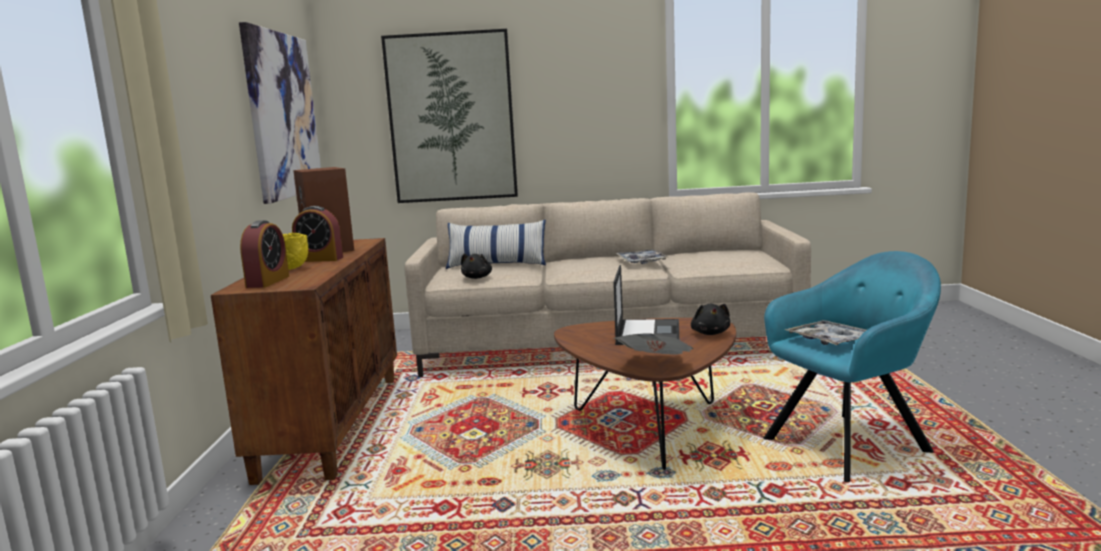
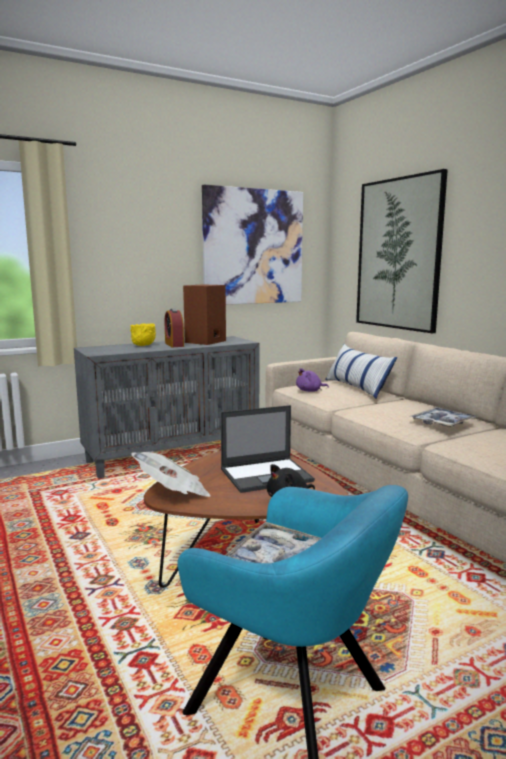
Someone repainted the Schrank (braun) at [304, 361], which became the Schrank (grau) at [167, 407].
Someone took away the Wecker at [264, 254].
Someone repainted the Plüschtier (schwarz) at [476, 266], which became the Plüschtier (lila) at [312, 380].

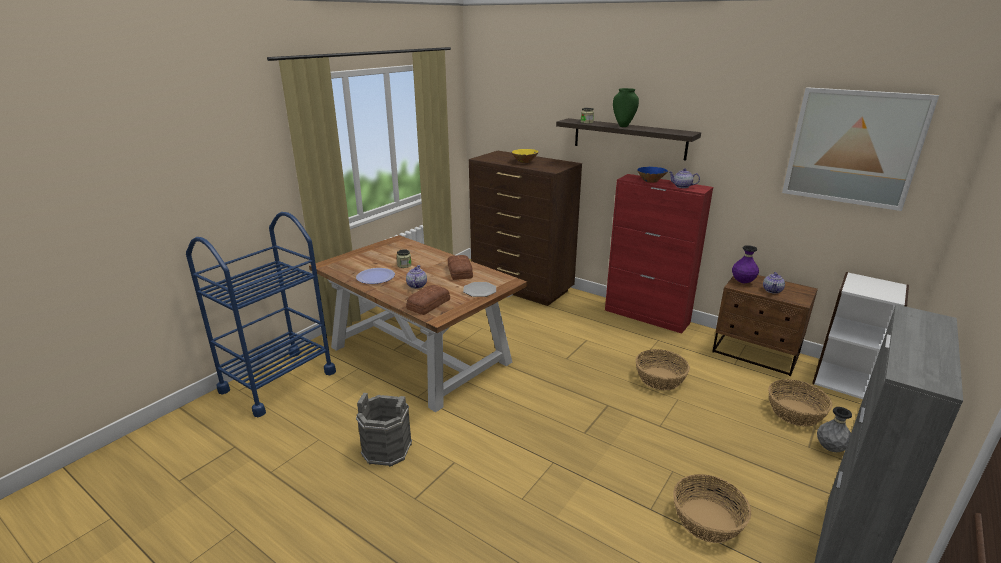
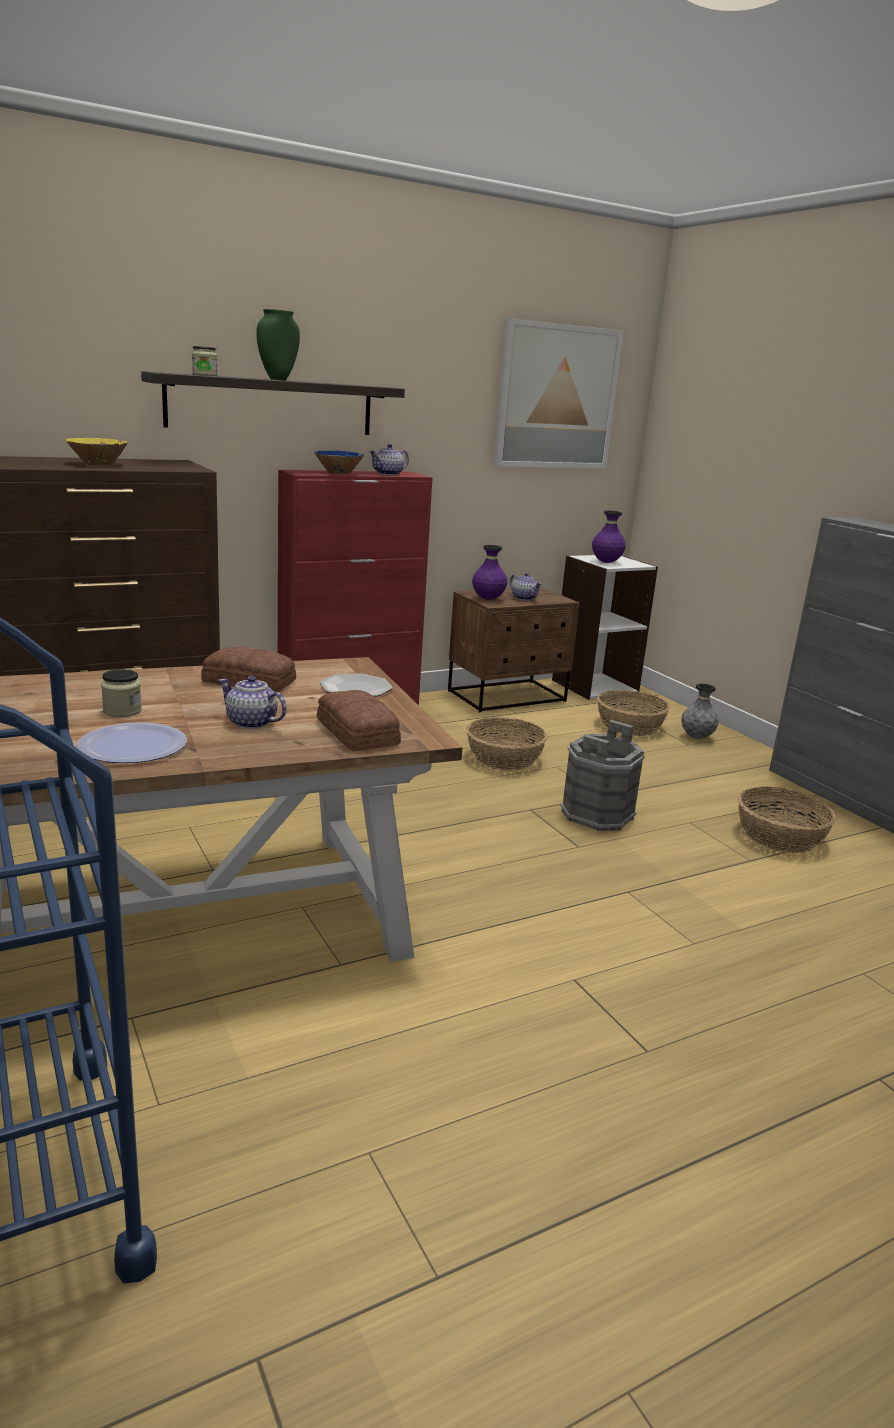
Someone carried the Eimer (grau) from [384, 430] to [603, 775].
Someone put down the Vase (lila) at [609, 536].

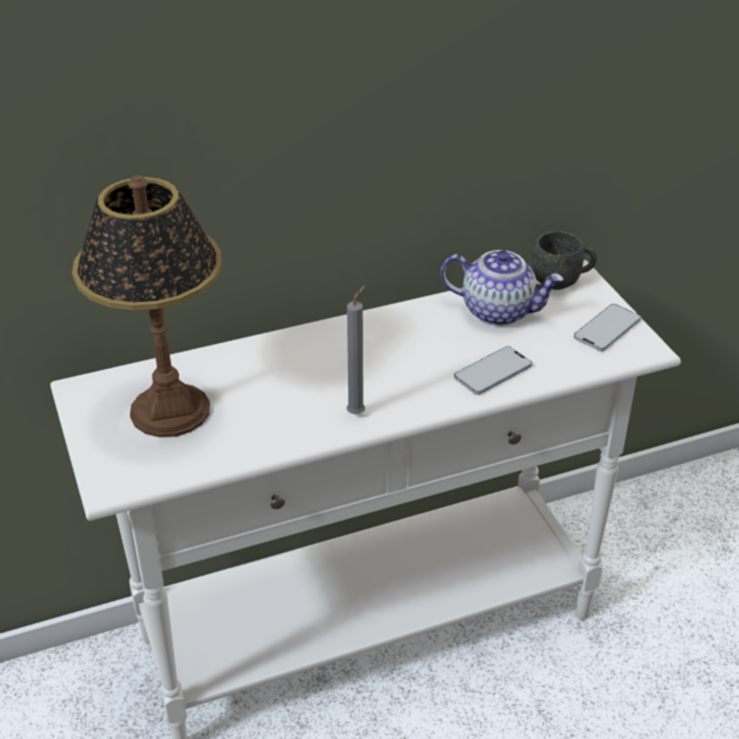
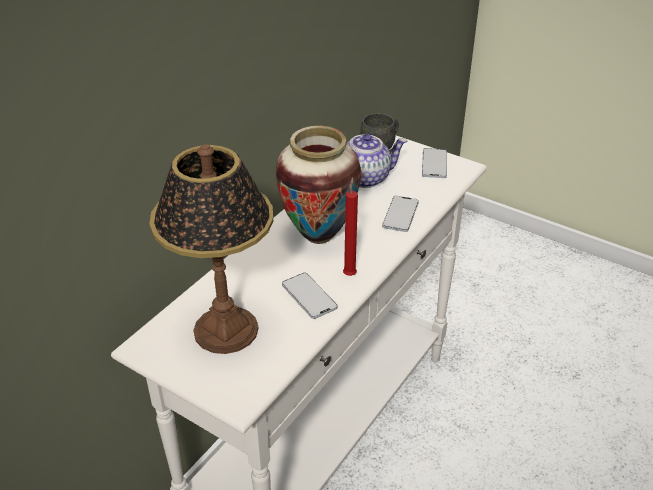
Someone repainted the Kerze (grau) at [356, 349], which became the Kerze (rot) at [350, 226].
Someone put down the Vase at [319, 185].
Someone put down the Handy at [309, 296].

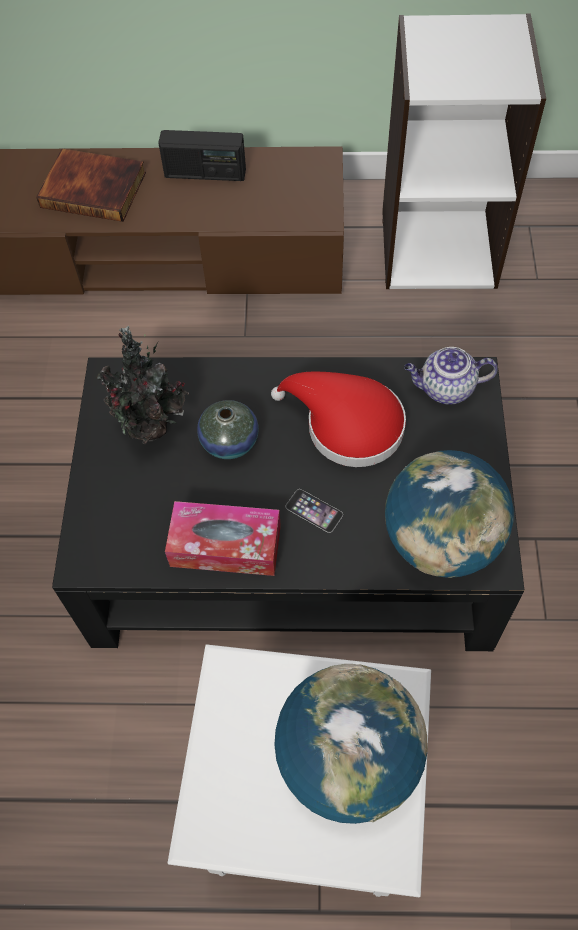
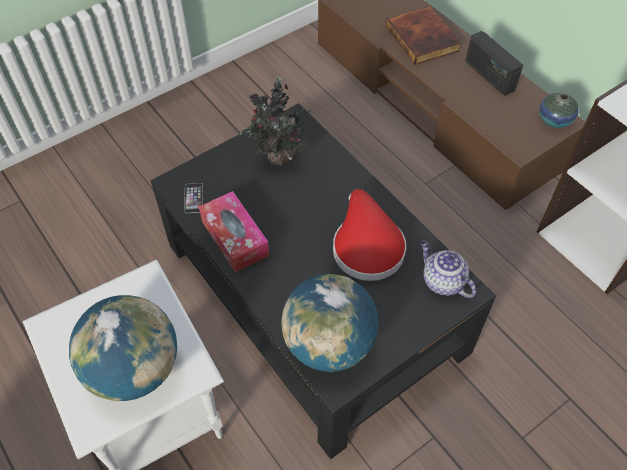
Someone carried the Vase from [228, 429] to [559, 110].
Someone carried the Handy from [314, 511] to [193, 198].

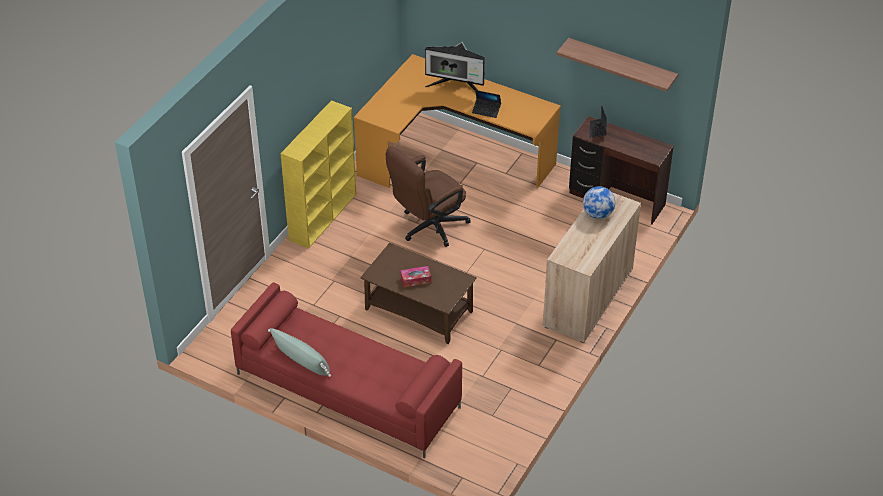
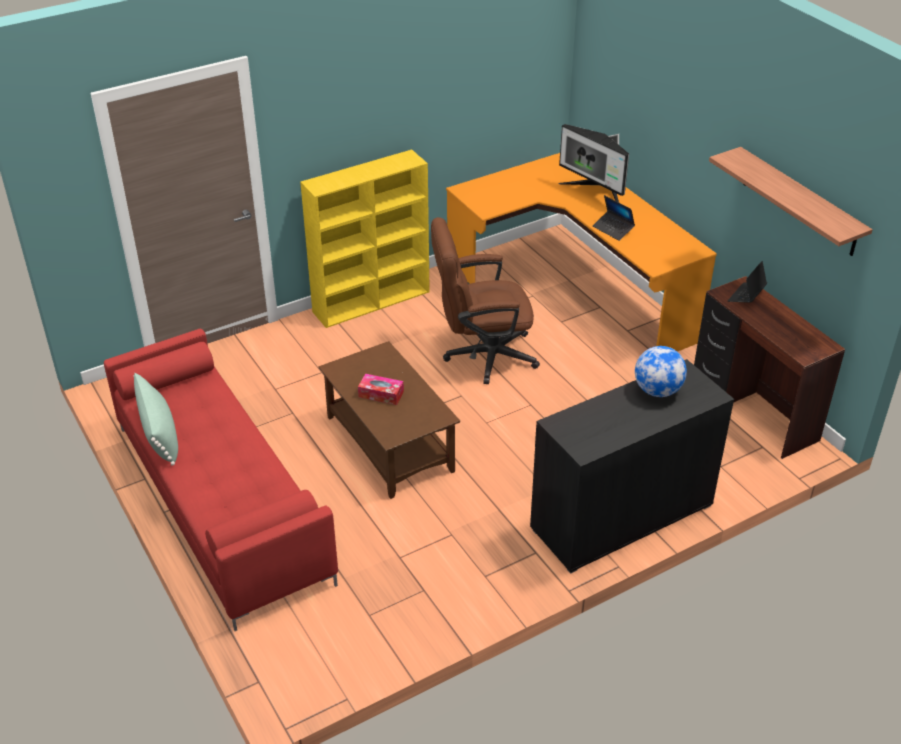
Someone repainted the Schrank (beige) at [592, 267], which became the Schrank (schwarz) at [632, 466].

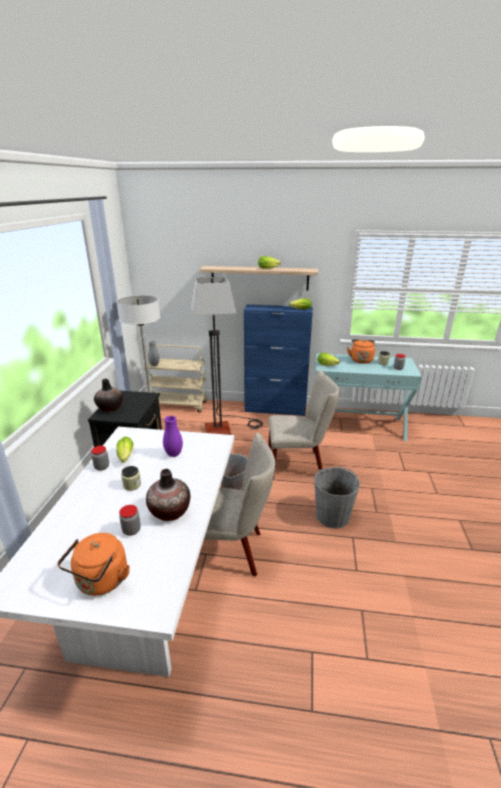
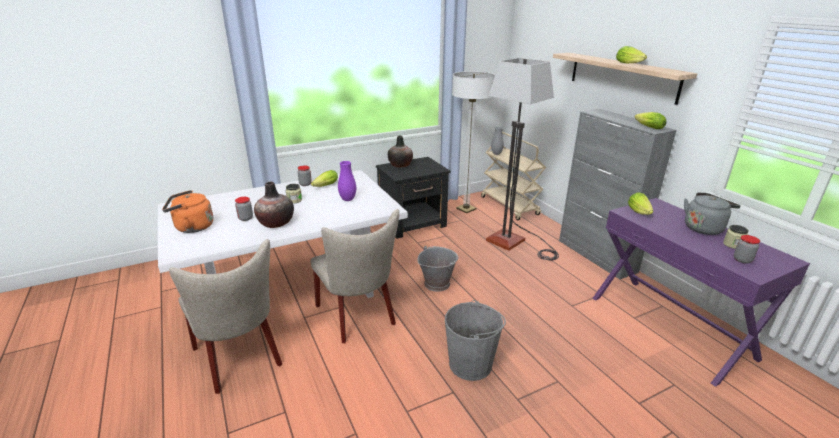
Someone repainted the Schrank (blau) at [278, 360], which became the Schrank (grau) at [618, 194].
Someone carried the Stuhl (beige) from [304, 425] to [225, 316].
Someone repainted the Konsolentisch (türkis) at [368, 397], which became the Konsolentisch (lila) at [701, 292].
Someone repainted the Wasserkessel (orange) at [361, 352], which became the Wasserkessel (grau) at [712, 214].

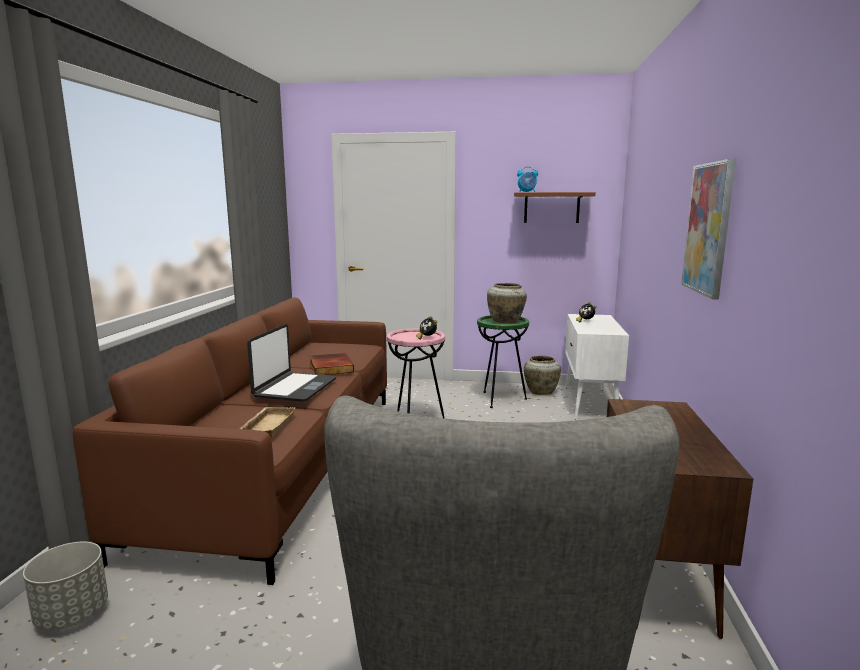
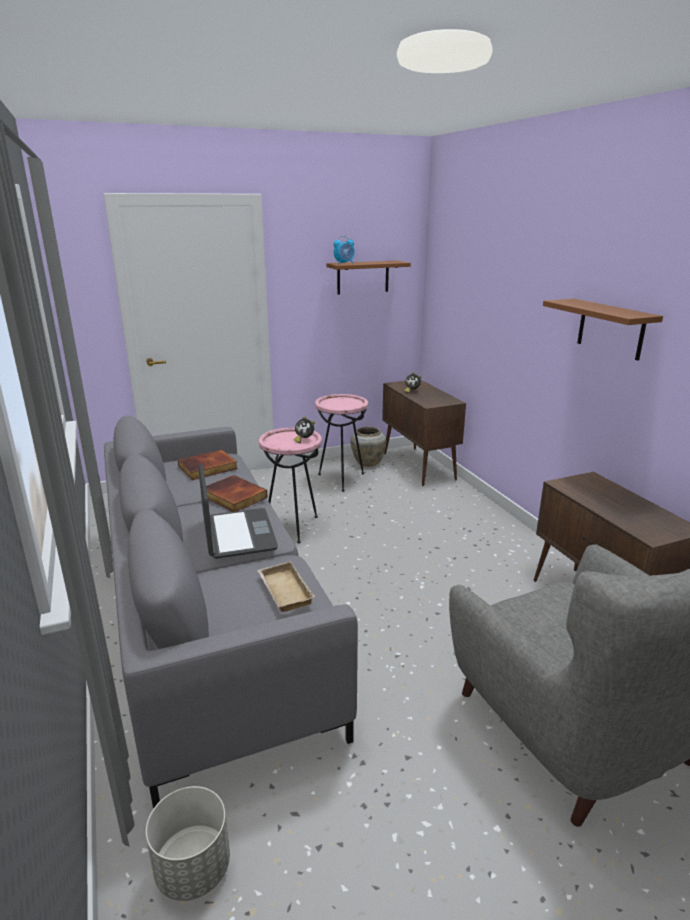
Someone repainted the Sofa (braun) at [230, 441], which became the Sofa (grau) at [231, 612].
Someone repainted the Beistelltisch (grün) at [503, 361], which became the Beistelltisch (rosa) at [341, 443].
Someone took away the Vase (beige) at [507, 303].
Someone repainted the Schrank (weiß) at [597, 367], which became the Schrank (braun) at [424, 433].
Someone swapped the Bild at [708, 229] for the Wandregal (braun) at [603, 330].
Someone put down the Buch at [208, 465].

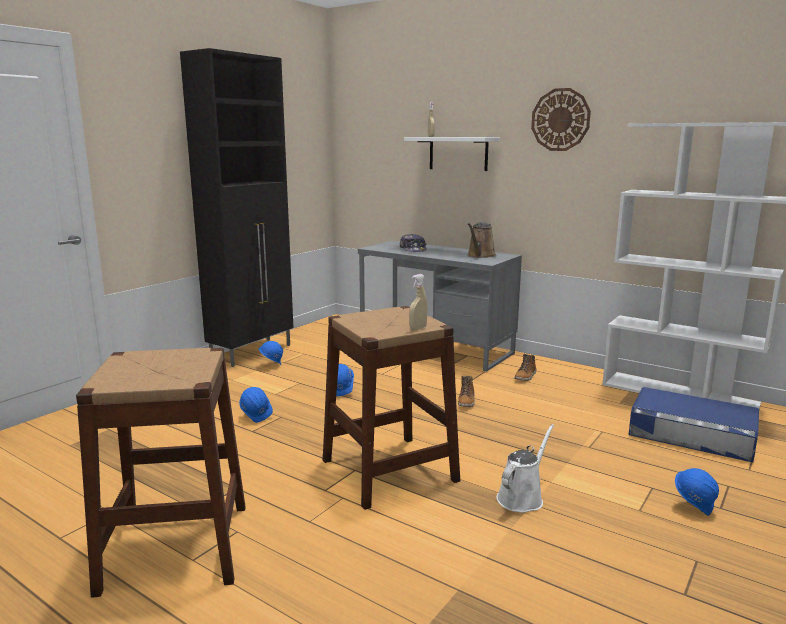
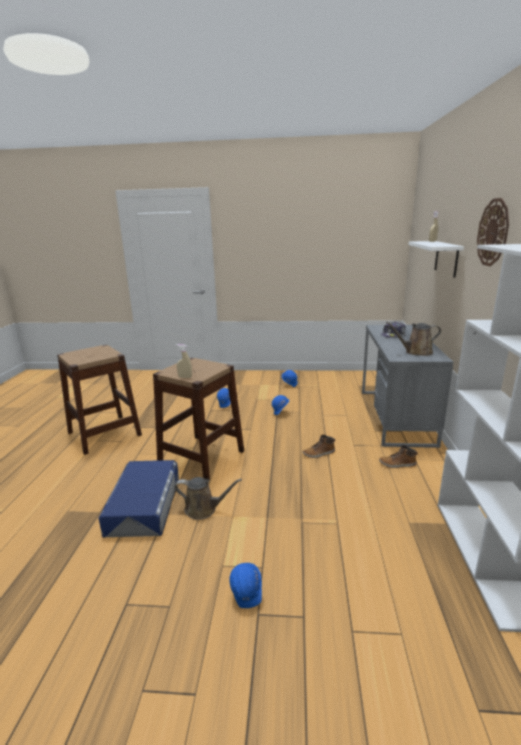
Someone took away the Schrank (schwarz) at [237, 207].
Someone repainted the Gießkanne (weiß) at [525, 468], which became the Gießkanne (braun) at [208, 498].
Someone carried the Aufbewahrungsbox (blau) from [693, 424] to [139, 498].

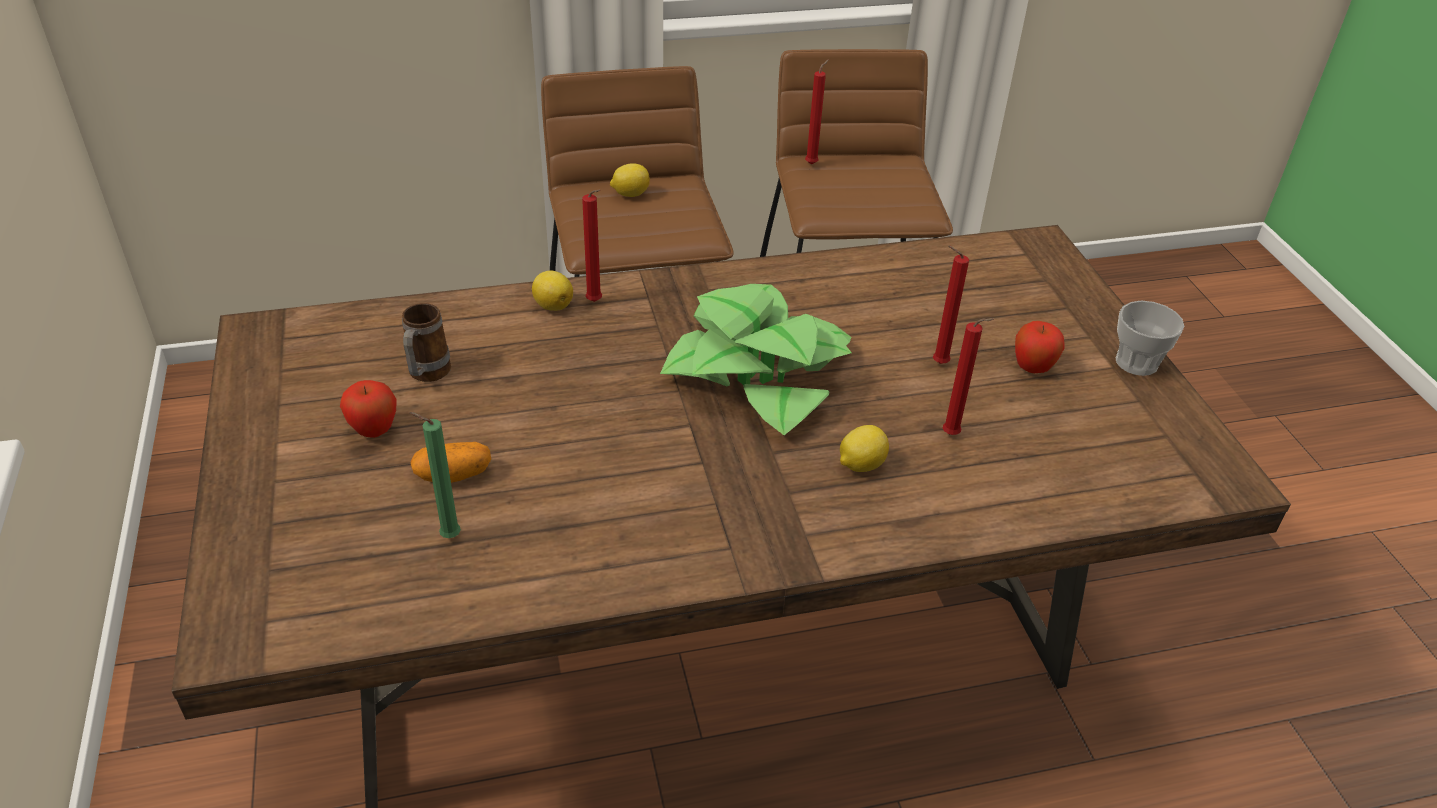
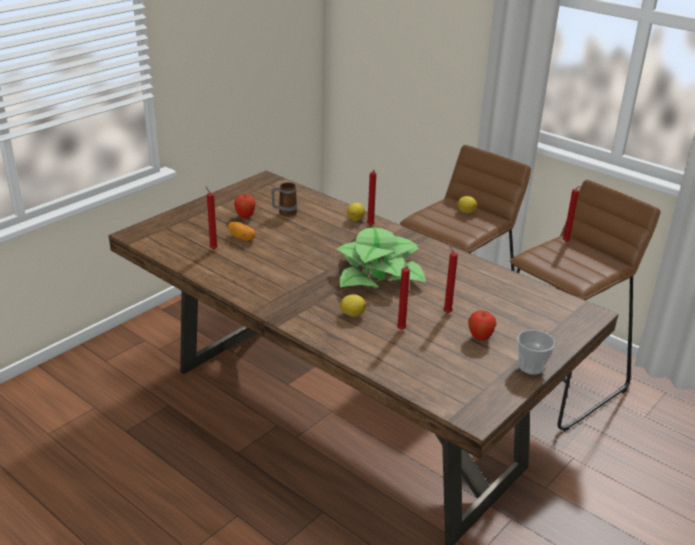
Someone repainted the Kerze (grün) at [435, 475], which became the Kerze (rot) at [211, 217].

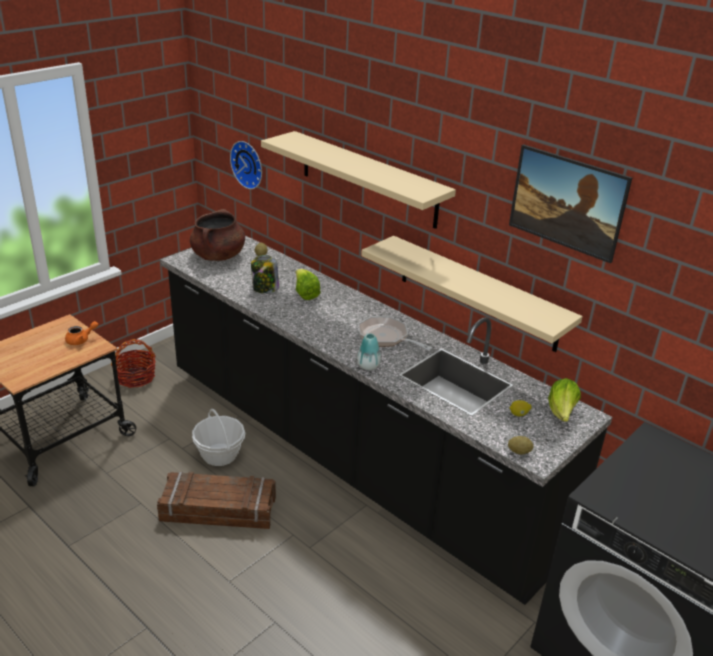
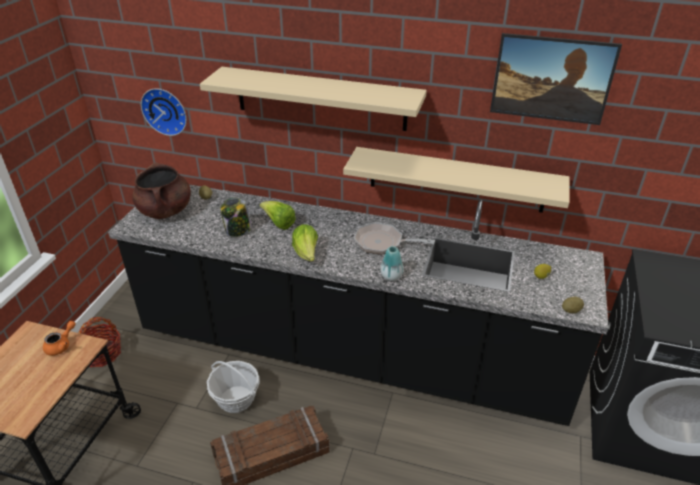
Someone carried the Salatkopf from [564, 400] to [305, 242].

